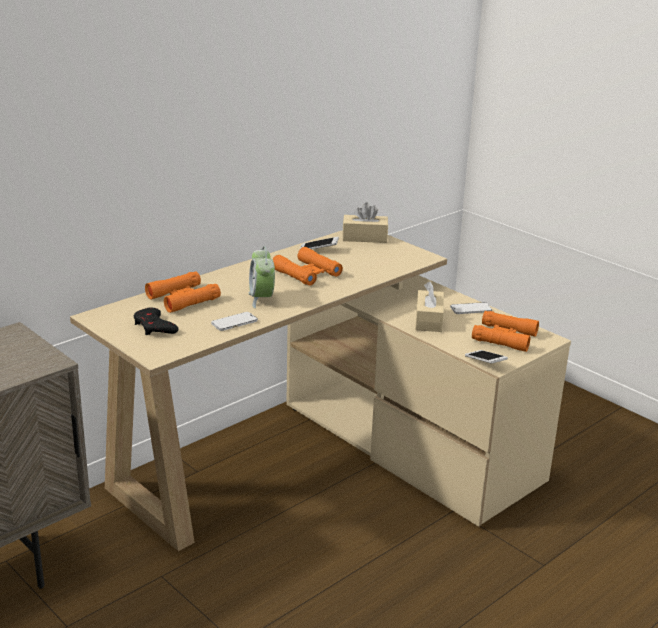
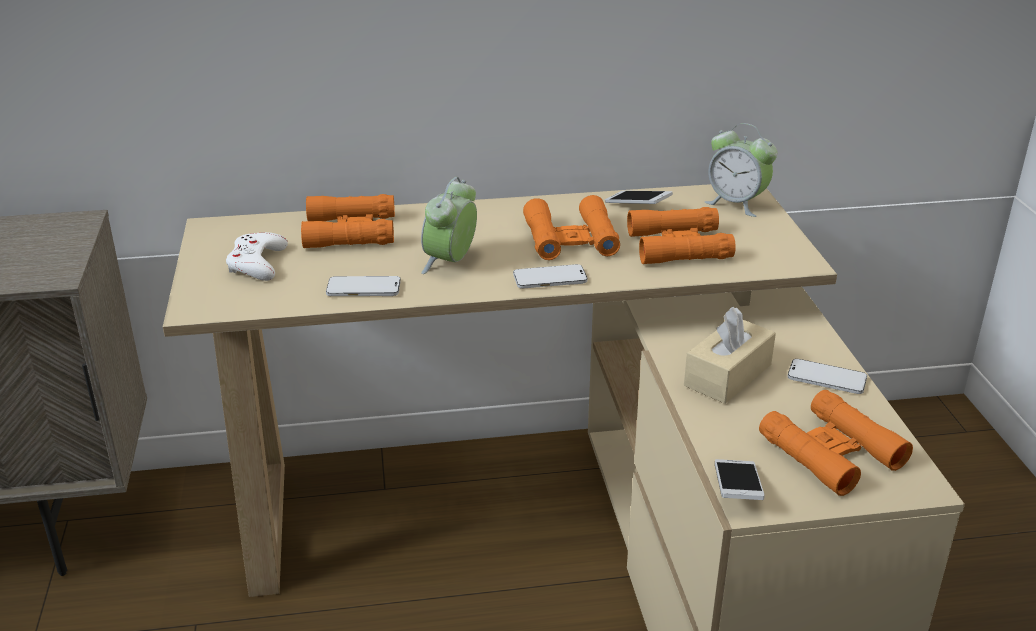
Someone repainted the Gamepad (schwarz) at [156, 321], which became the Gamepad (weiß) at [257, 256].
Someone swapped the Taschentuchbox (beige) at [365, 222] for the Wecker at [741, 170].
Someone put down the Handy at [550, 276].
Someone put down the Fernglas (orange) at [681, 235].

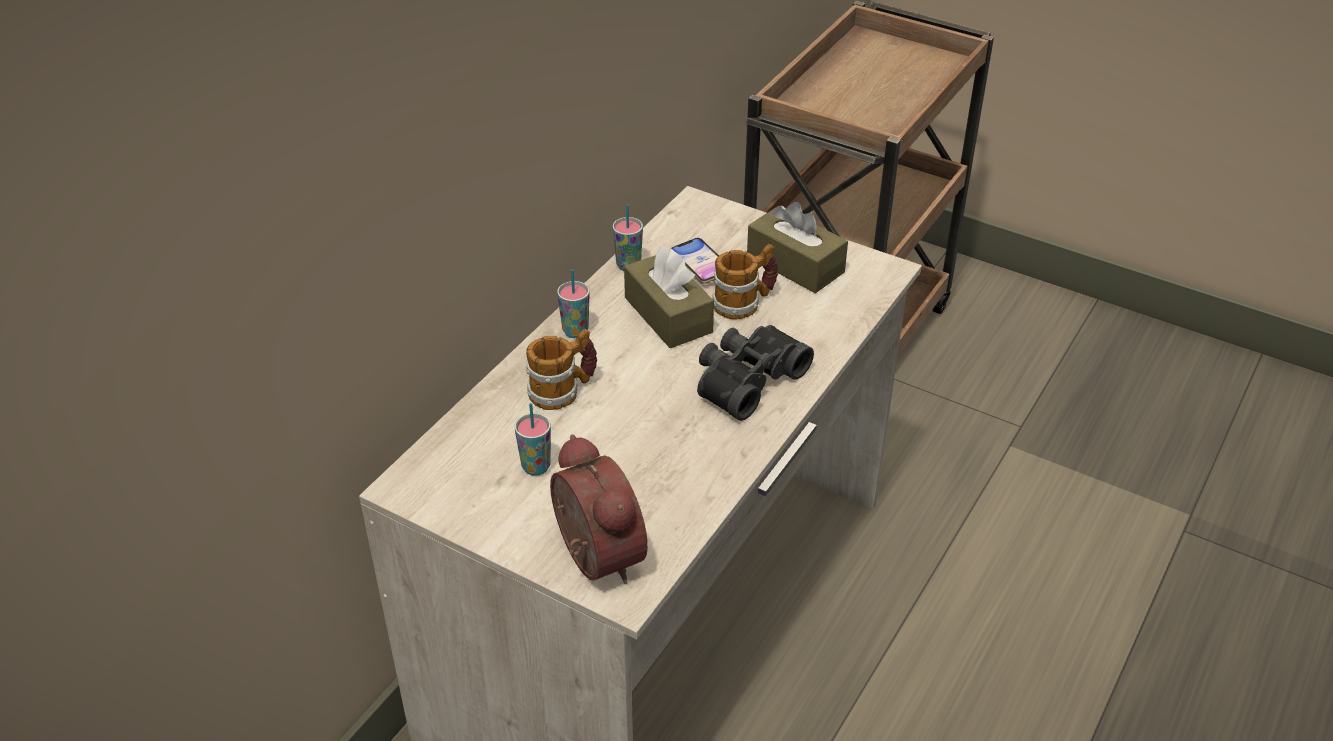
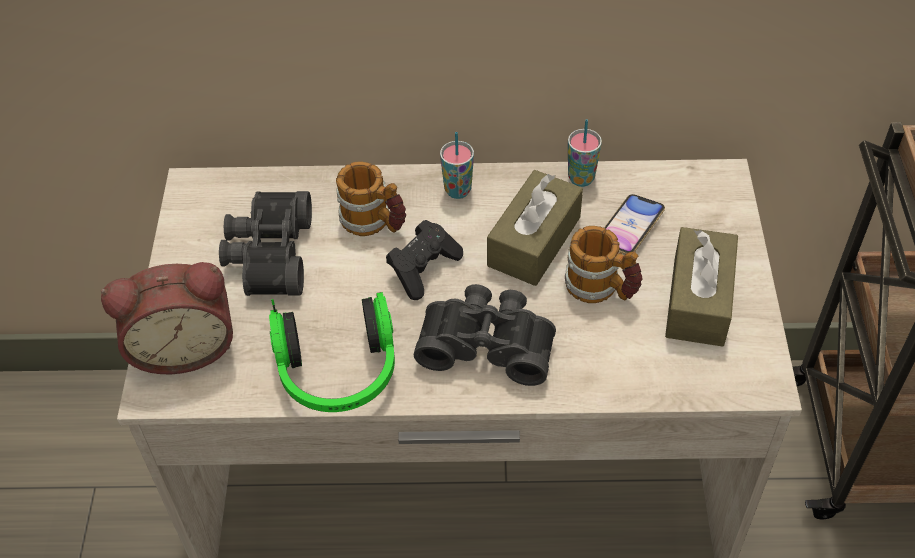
Someone swapped the Tasse at [533, 439] for the Fernglas (schwarz) at [265, 243].
Someone rotated the Wecker at [599, 509] by 45 degrees clockwise.
Someone put down the Kopfhörer at [332, 352].
Someone put down the Gamepad (schwarz) at [424, 260].

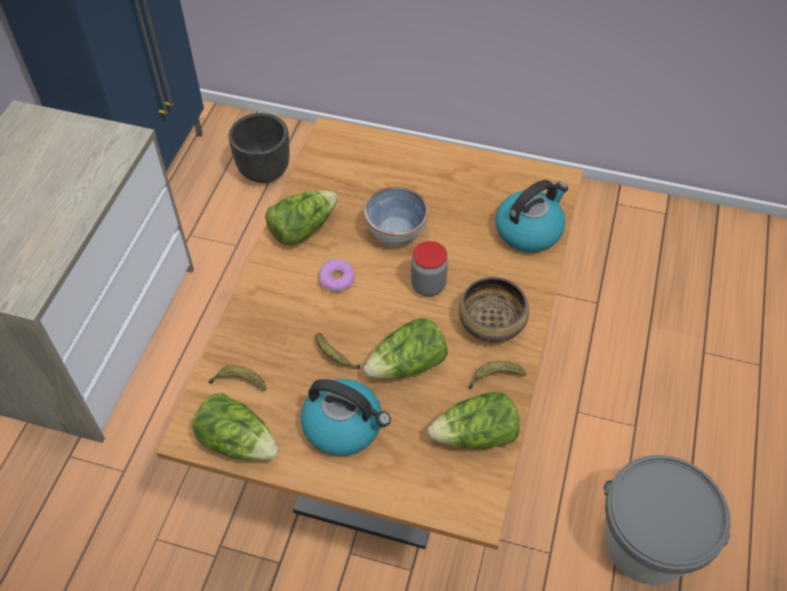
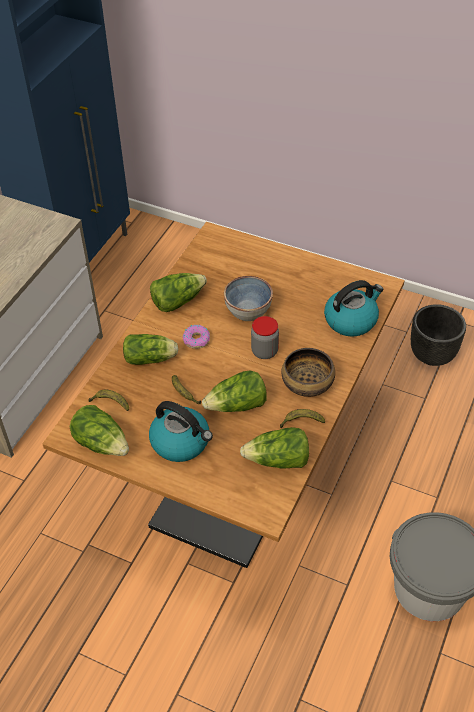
Someone carried the Pflanzkübel (schwarz) from [259, 148] to [438, 335].
Someone put down the Salatkopf at [151, 349].

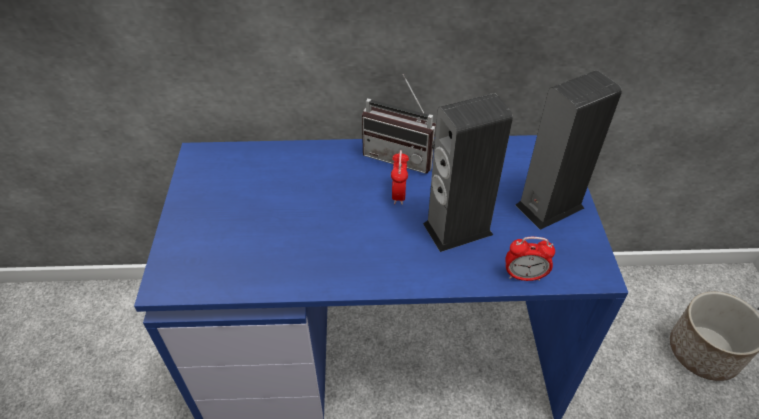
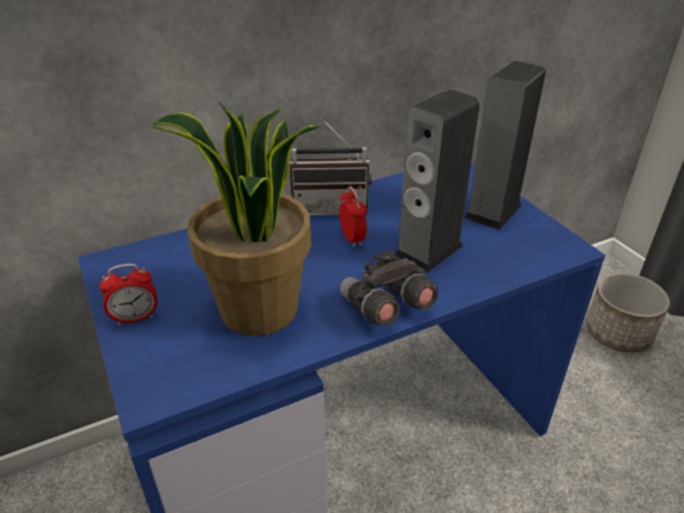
Someone carried the Wecker from [530, 259] to [128, 294].
Someone put down the Topfpflanze at [236, 218].
Someone put down the Fernglas (grau) at [389, 288].

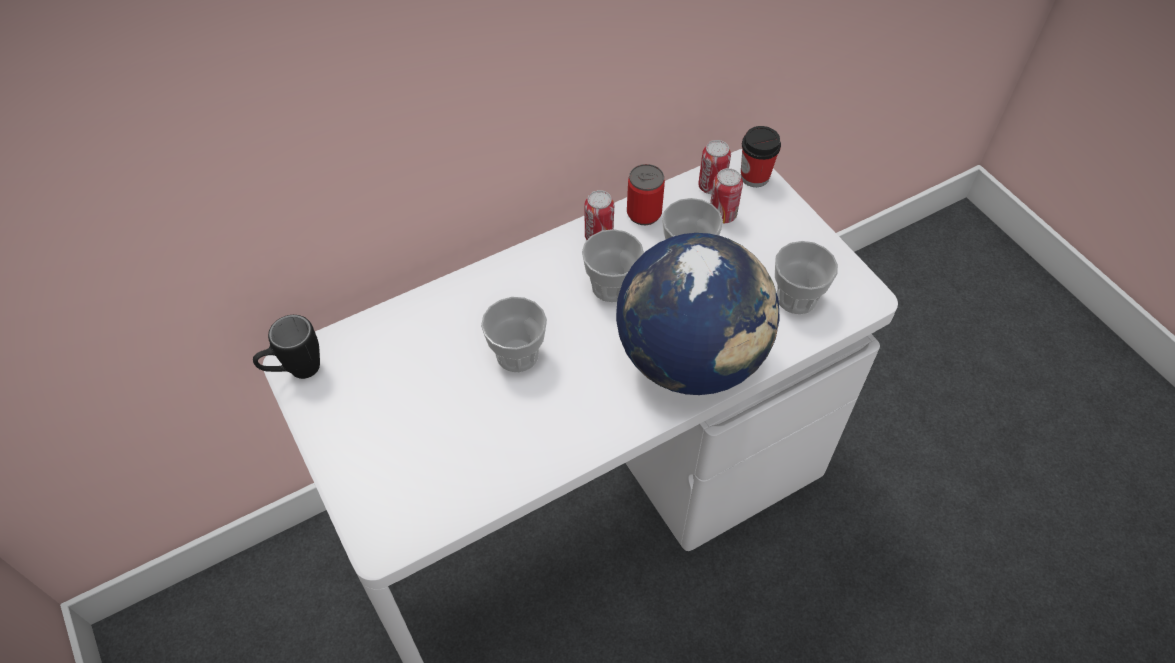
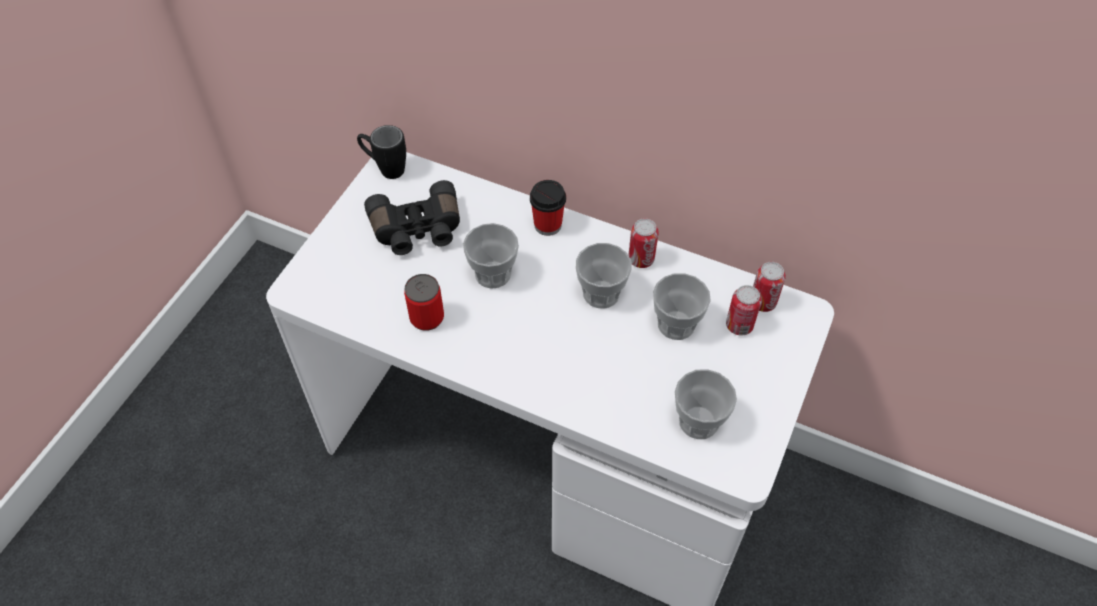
Someone took away the Globus at [697, 314].
Someone carried the Dose from [646, 194] to [424, 302].
Someone carried the Tasse from [761, 156] to [548, 208].
Someone put down the Fernglas (schwarz) at [412, 217].

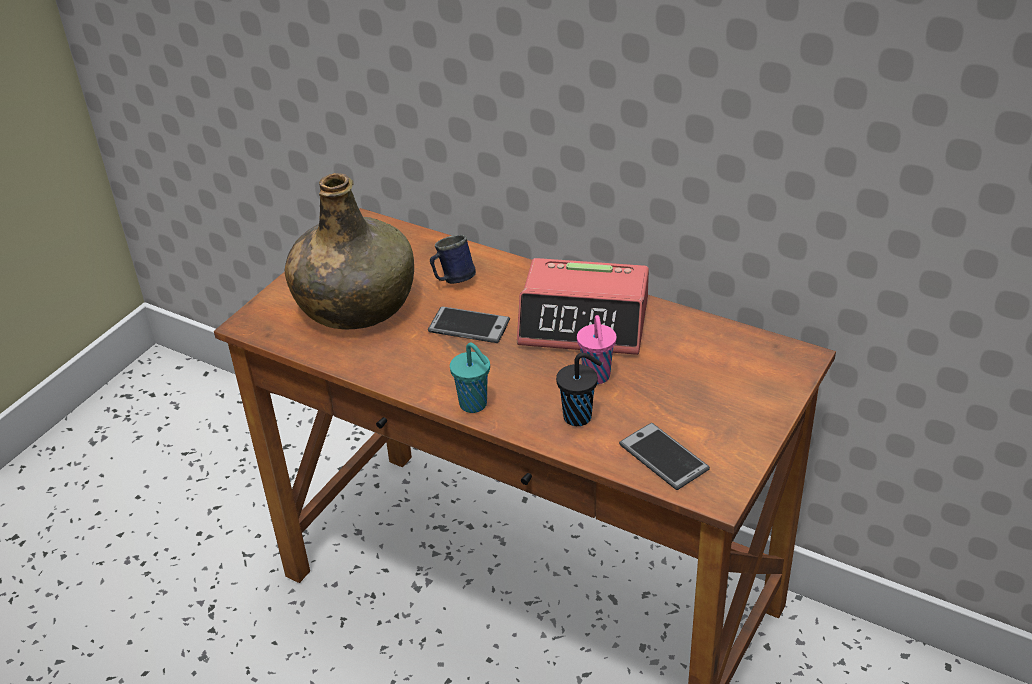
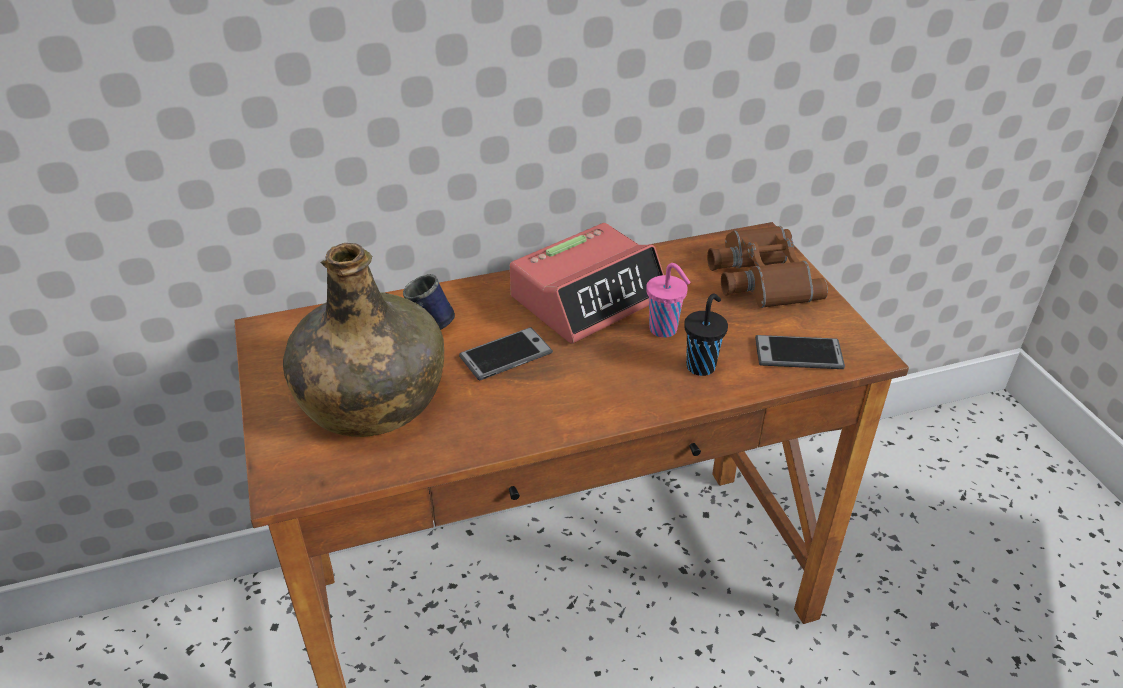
Someone took away the Tasse (türkis) at [470, 378].
Someone put down the Fernglas (braun) at [767, 267].

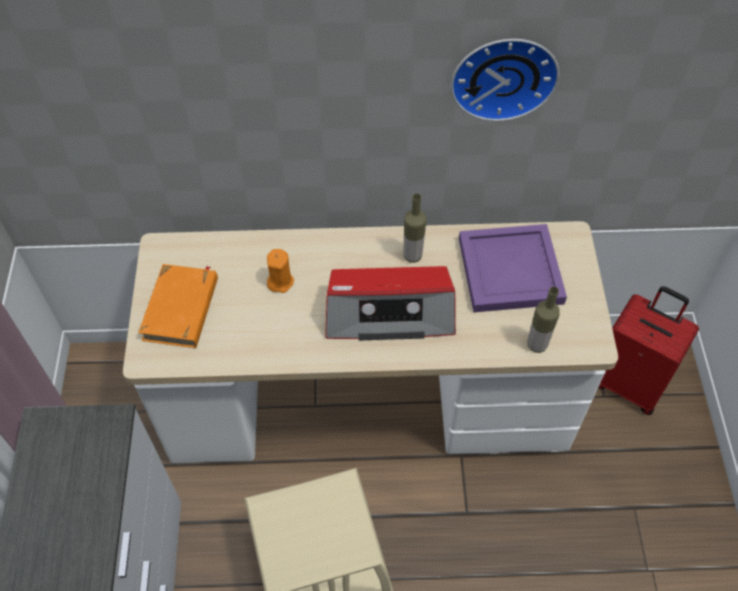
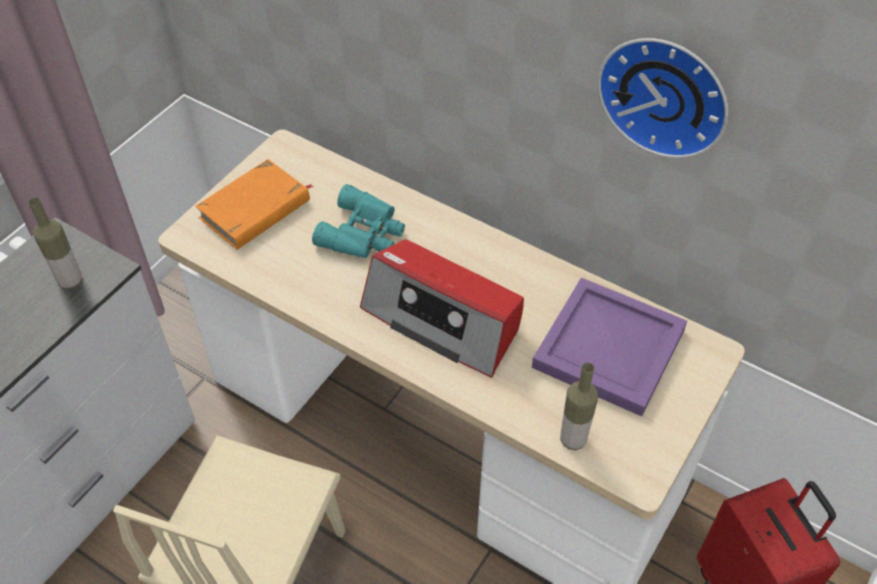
Someone swapped the Kerze (orange) at [280, 271] for the Fernglas (türkis) at [358, 221].
Someone carried the Flasche from [414, 228] to [55, 243].

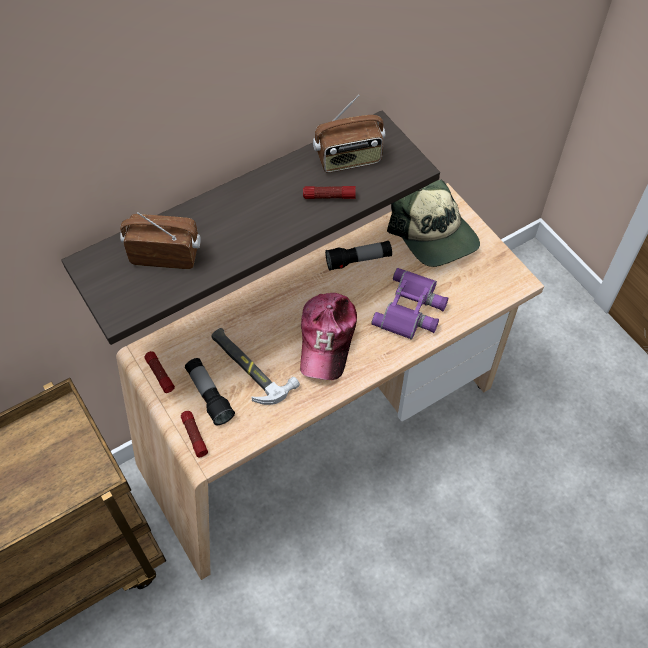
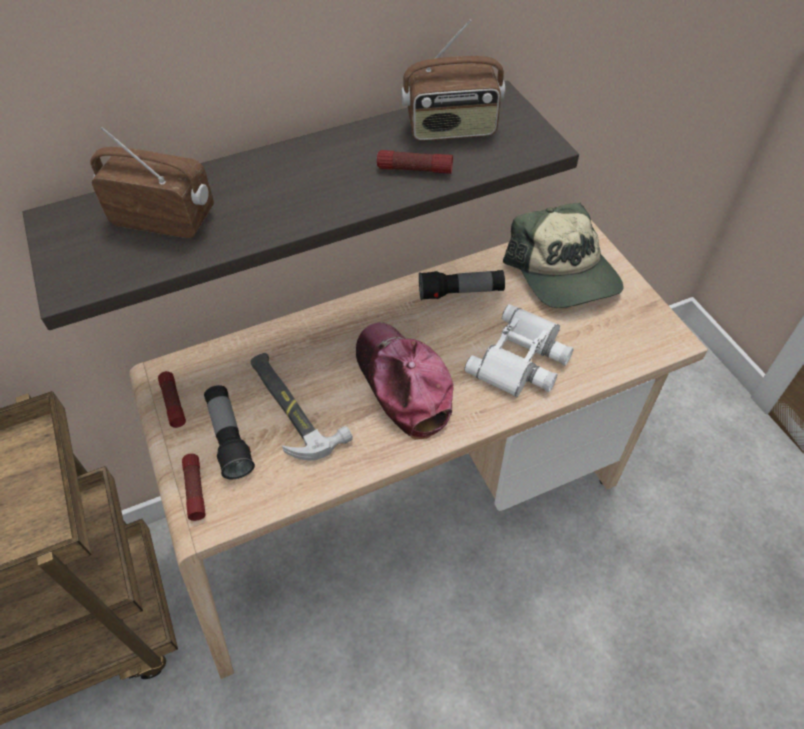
Someone rotated the Kappe at [328, 336] by 135 degrees clockwise.
Someone repainted the Fernglas (lila) at [409, 304], which became the Fernglas (weiß) at [519, 350].

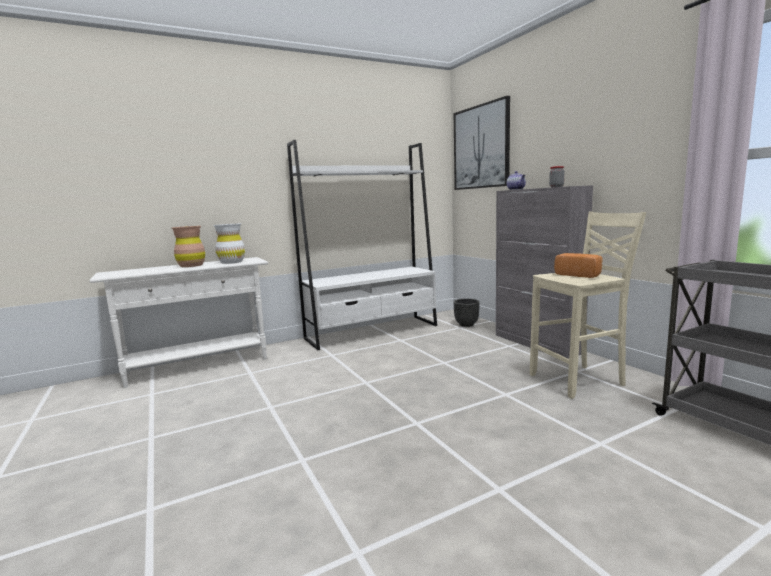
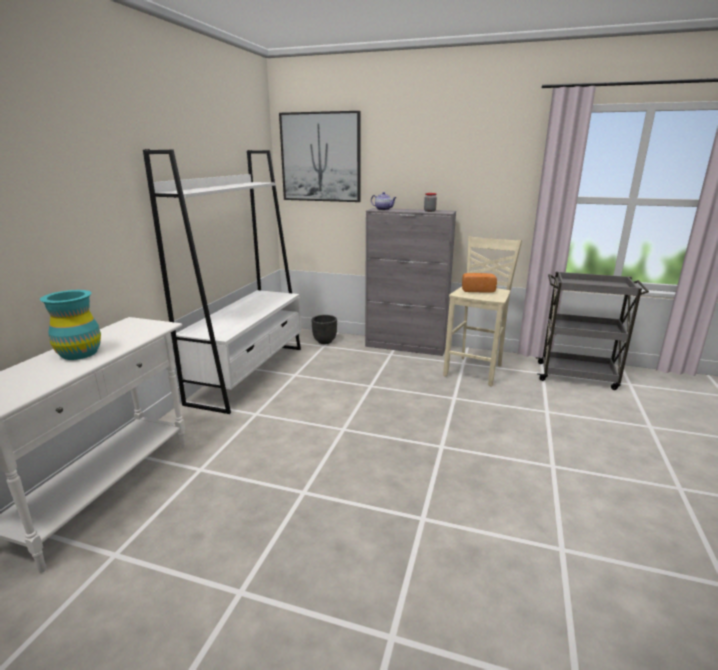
Someone repainted the Vase (braun) at [188, 246], which became the Vase (türkis) at [70, 325].
Someone took away the Vase (weiß) at [229, 244].

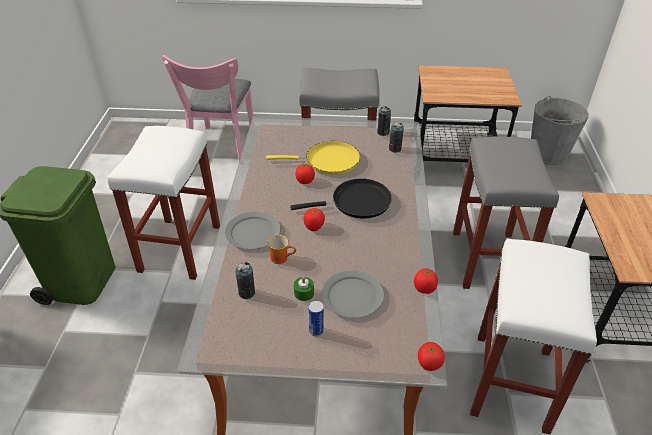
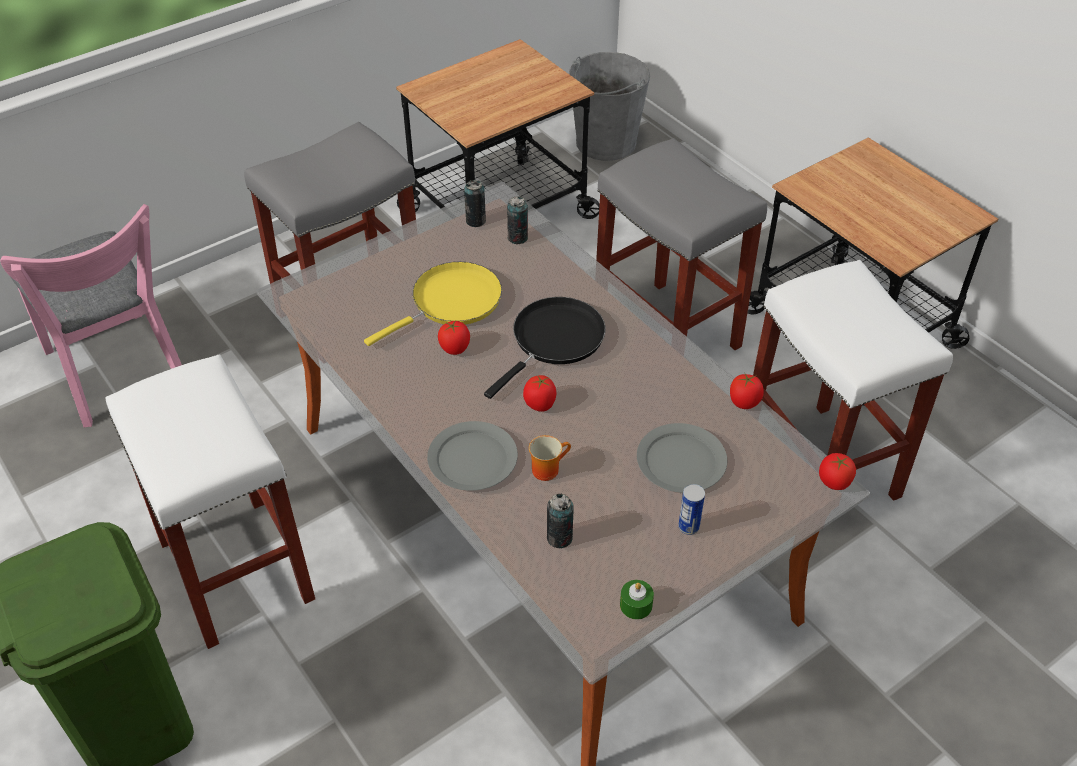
Someone carried the Kerze (grün) from [304, 289] to [637, 599].

